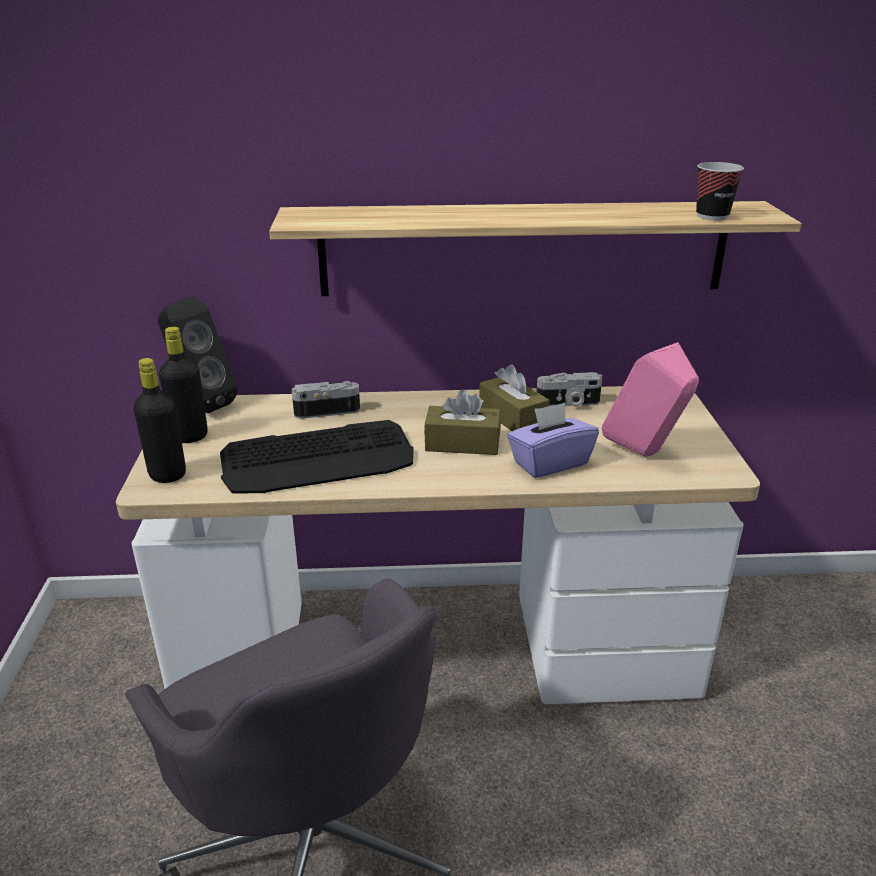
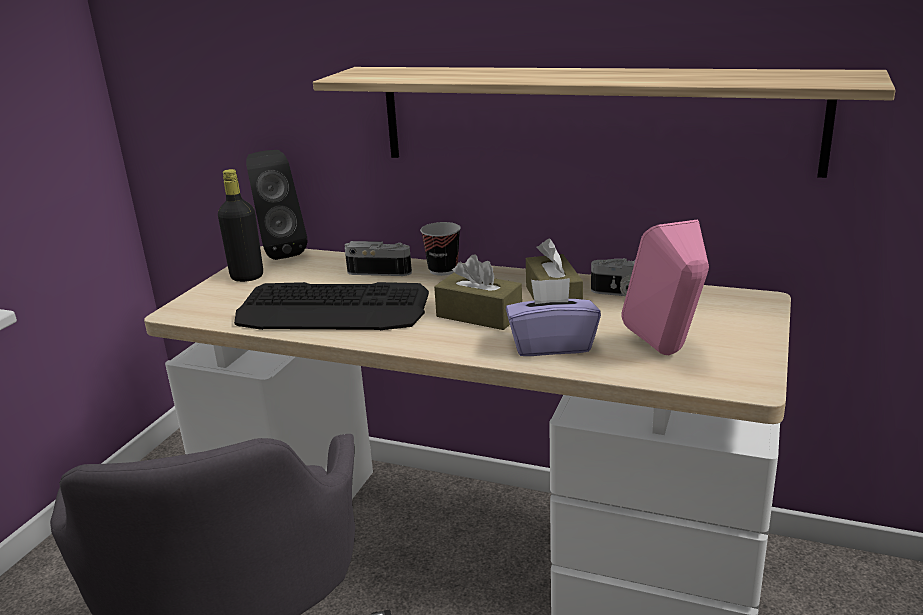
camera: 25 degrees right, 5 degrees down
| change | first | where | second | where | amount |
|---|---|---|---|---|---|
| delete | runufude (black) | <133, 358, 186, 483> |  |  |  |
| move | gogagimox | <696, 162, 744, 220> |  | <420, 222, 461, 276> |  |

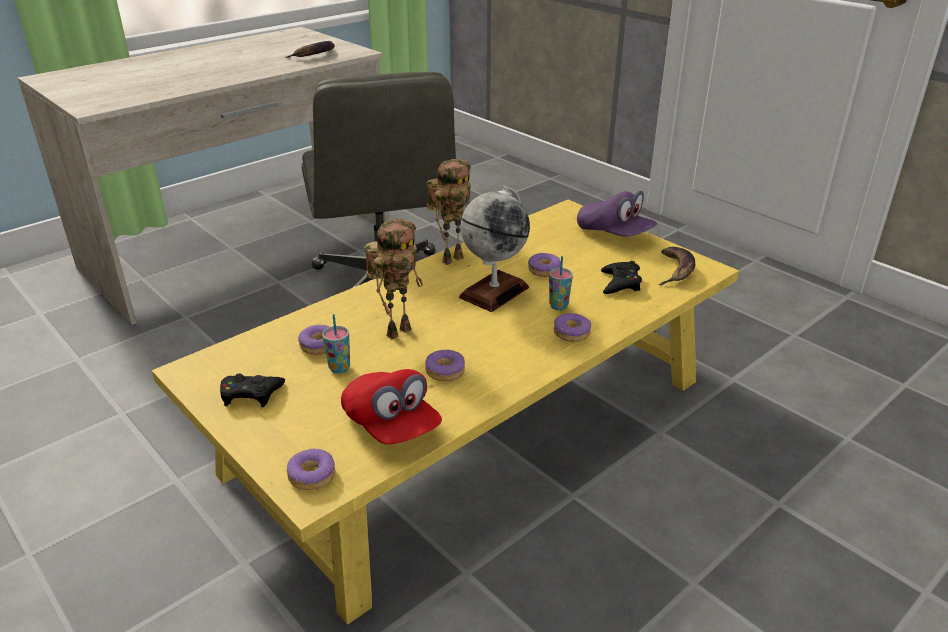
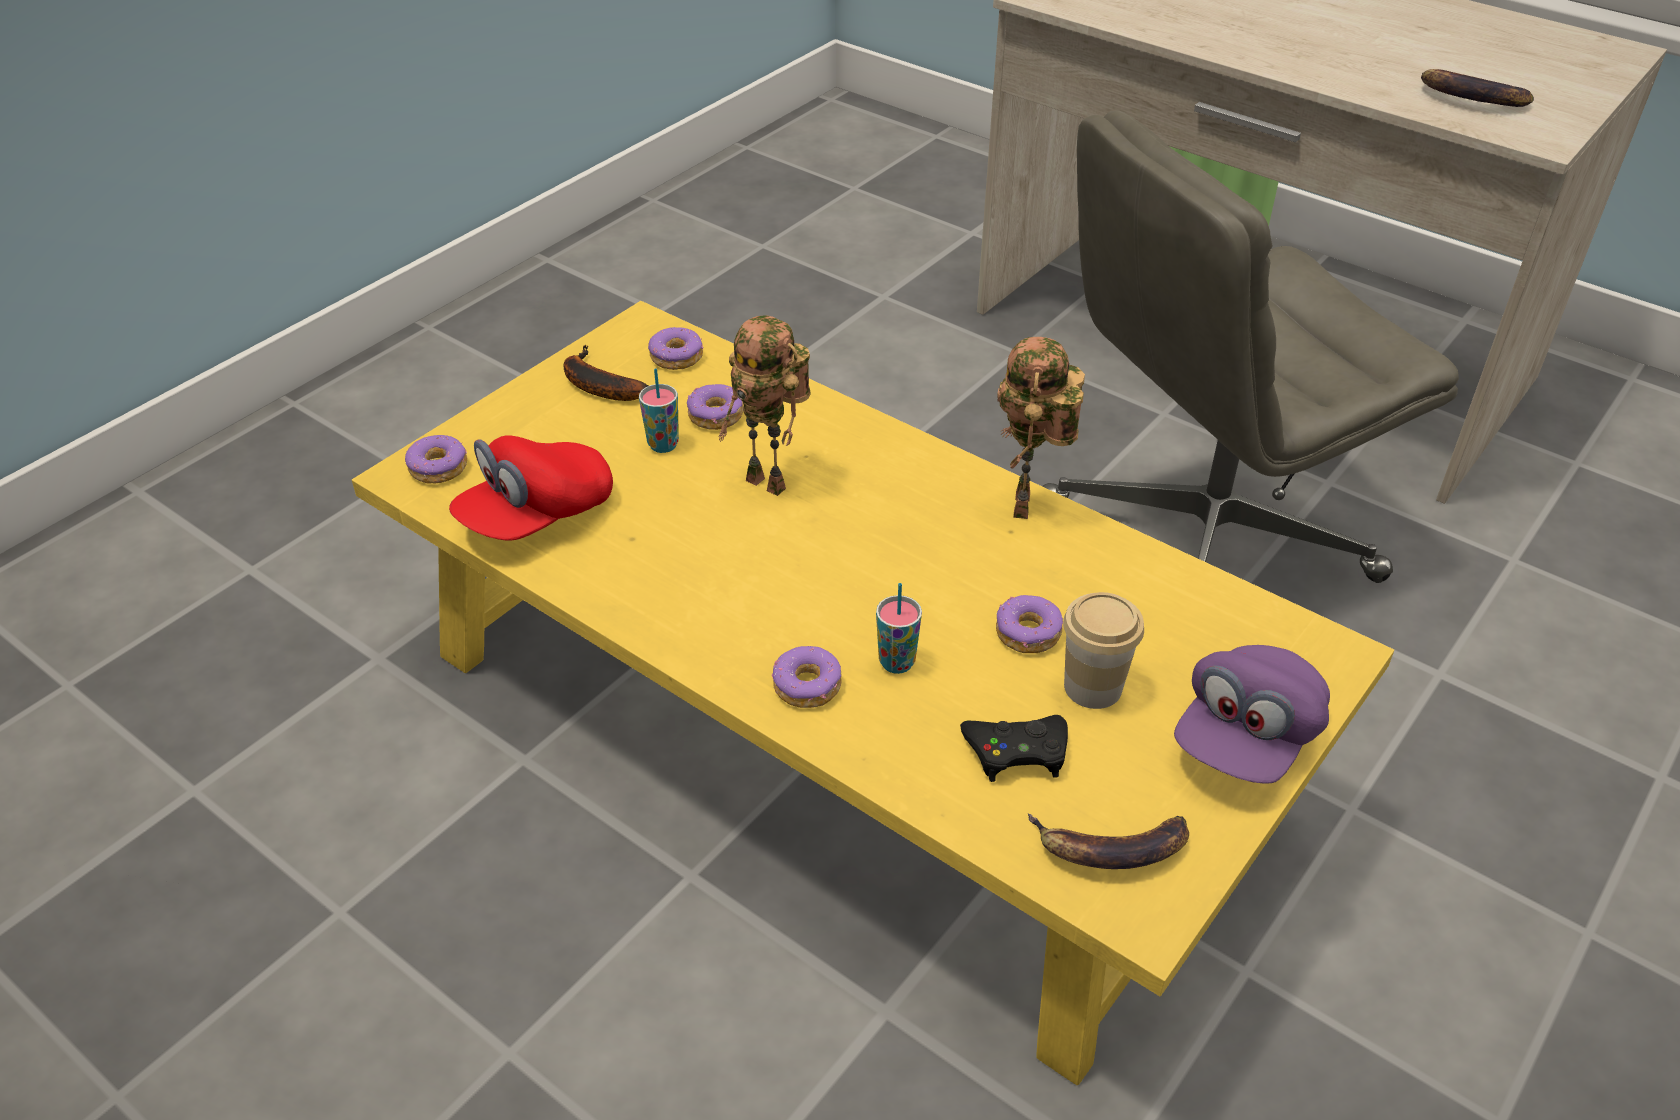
camera: 80 degrees right, 10 degrees up
| change | first | where | second | where | amount |
|---|---|---|---|---|---|
| replace | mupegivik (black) | <220, 373, 285, 407> | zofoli | <564, 345, 648, 401> |  |
| move | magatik | <425, 350, 465, 381> |  | <648, 327, 704, 370> |  |
| rotate | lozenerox | <426, 159, 471, 265> |  | <998, 337, 1085, 519> | 60 degrees clockwise |
| delete | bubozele | <459, 186, 530, 312> |  |  |  |
| insert |  |  | gogagimox | <1063, 592, 1144, 709> |  |

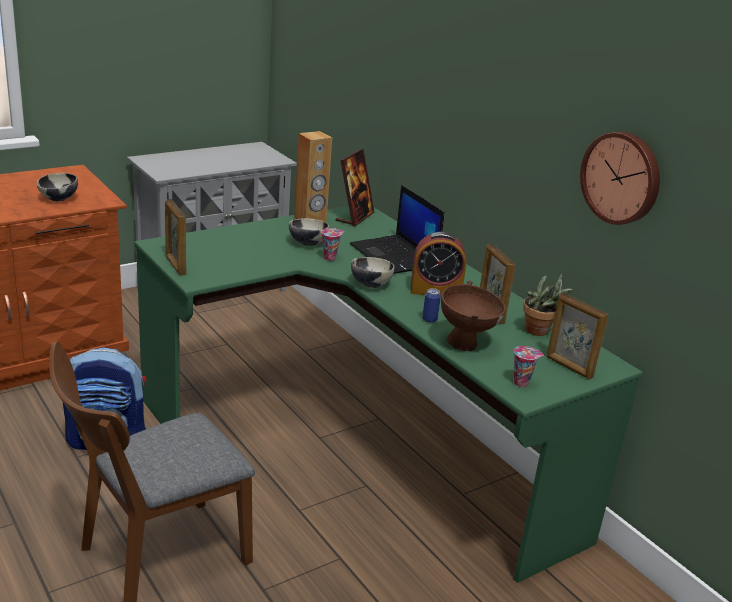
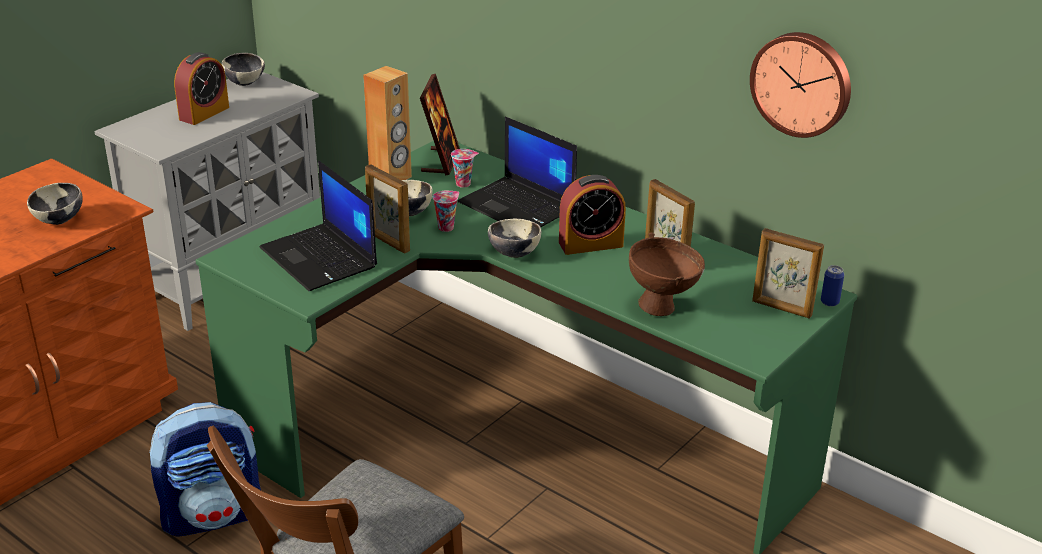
camera: 15 degrees left, 5 degrees up
| change | first | where | second | where | amount |
|---|---|---|---|---|---|
| move | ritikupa | <165, 199, 186, 276> |  | <365, 164, 410, 254> |  |
| move | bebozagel | <422, 288, 441, 323> |  | <821, 265, 844, 307> |  |
| move | gogagimox | <513, 346, 544, 387> |  | <451, 149, 479, 188> |  |
| delete | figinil | <523, 274, 573, 336> |  |  |  |
| insert |  |  | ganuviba | <174, 52, 229, 125> |  |
| insert |  |  | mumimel | <222, 53, 265, 86> |  |
| insert |  |  | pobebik | <260, 161, 377, 291> |  |

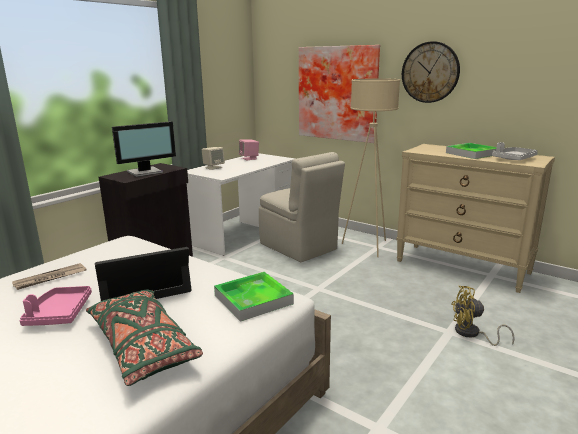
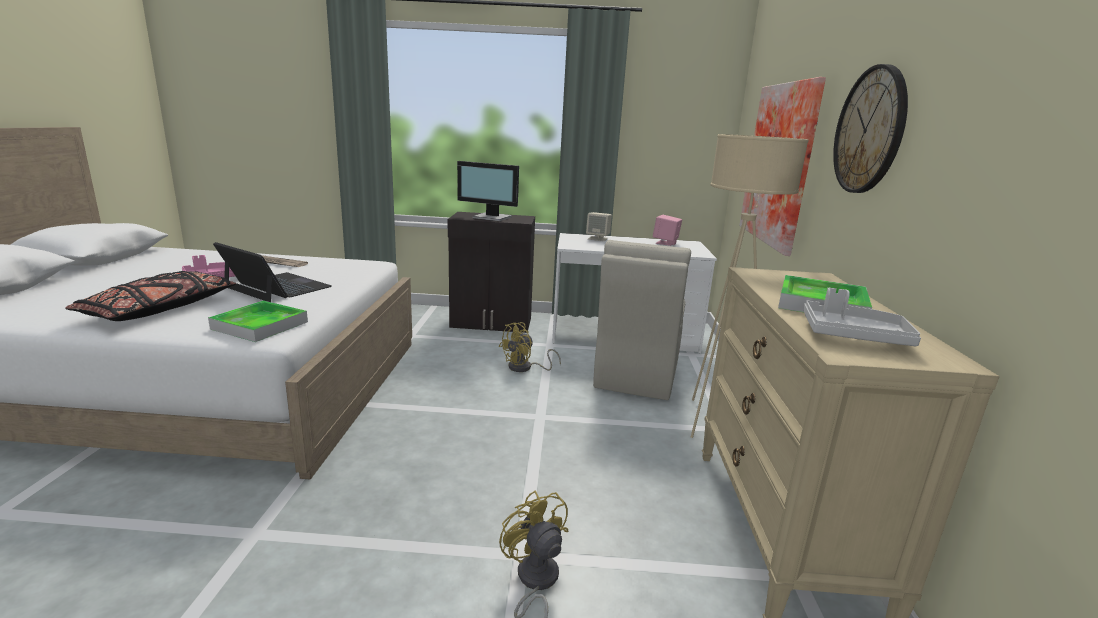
camera: 55 degrees right, 0 degrees up
| change | first | where | second | where | amount |
|---|---|---|---|---|---|
| recolor | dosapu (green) | <86, 290, 203, 386> | dosapu (black) | <65, 271, 236, 321> |  |
| insert |  |  | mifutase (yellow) | <499, 322, 561, 372> |  |

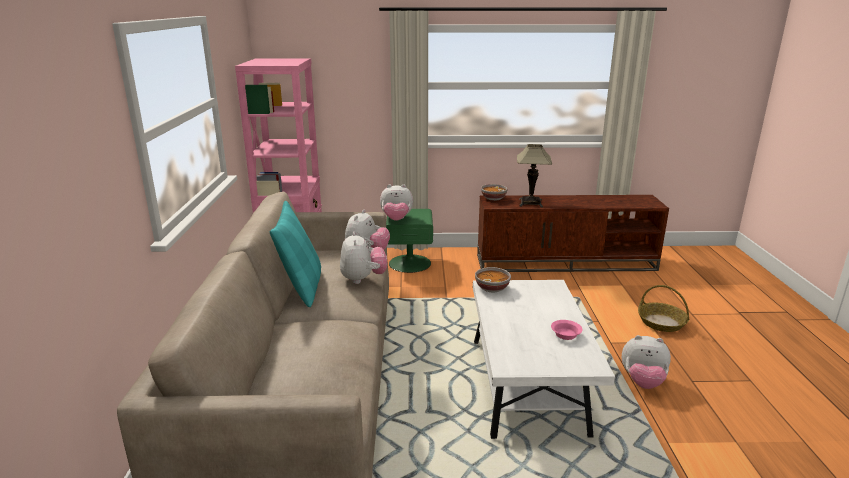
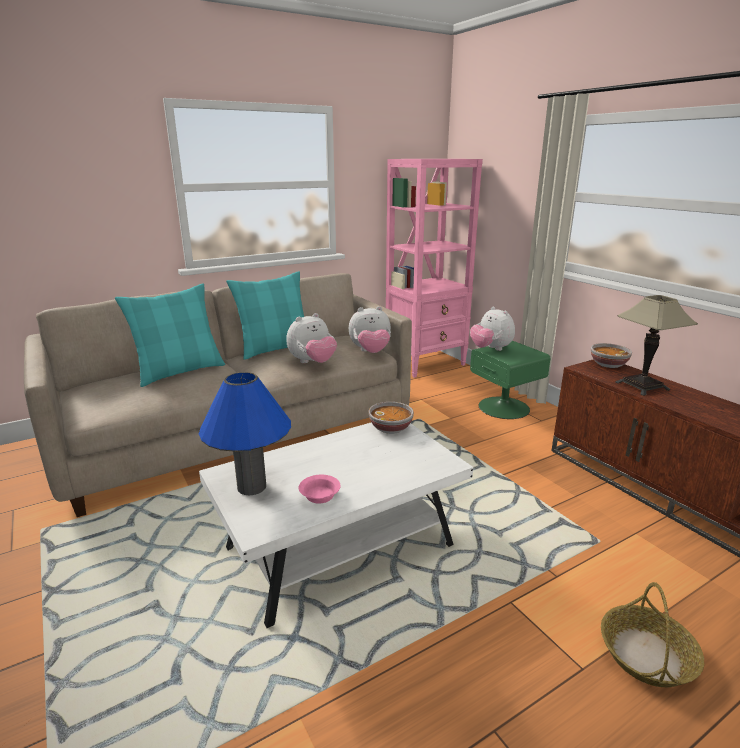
camera: 60 degrees right, 0 degrees up
| change | first | where | second | where | amount |
|---|---|---|---|---|---|
| delete | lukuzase | <622, 335, 671, 389> |  |  |  |
| insert |  |  | dosapu (turquoise) | <115, 283, 225, 387> |  |
| insert |  |  | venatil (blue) | <199, 372, 291, 495> |  |

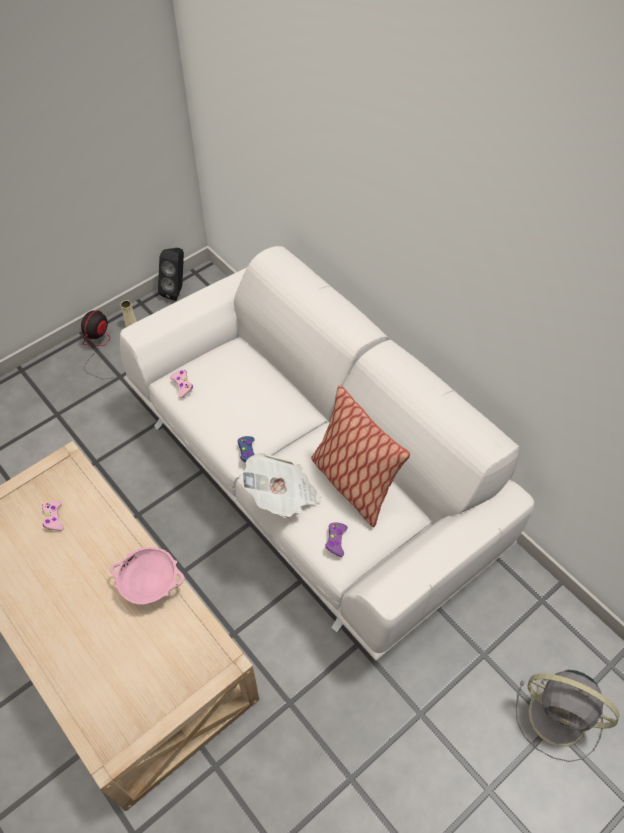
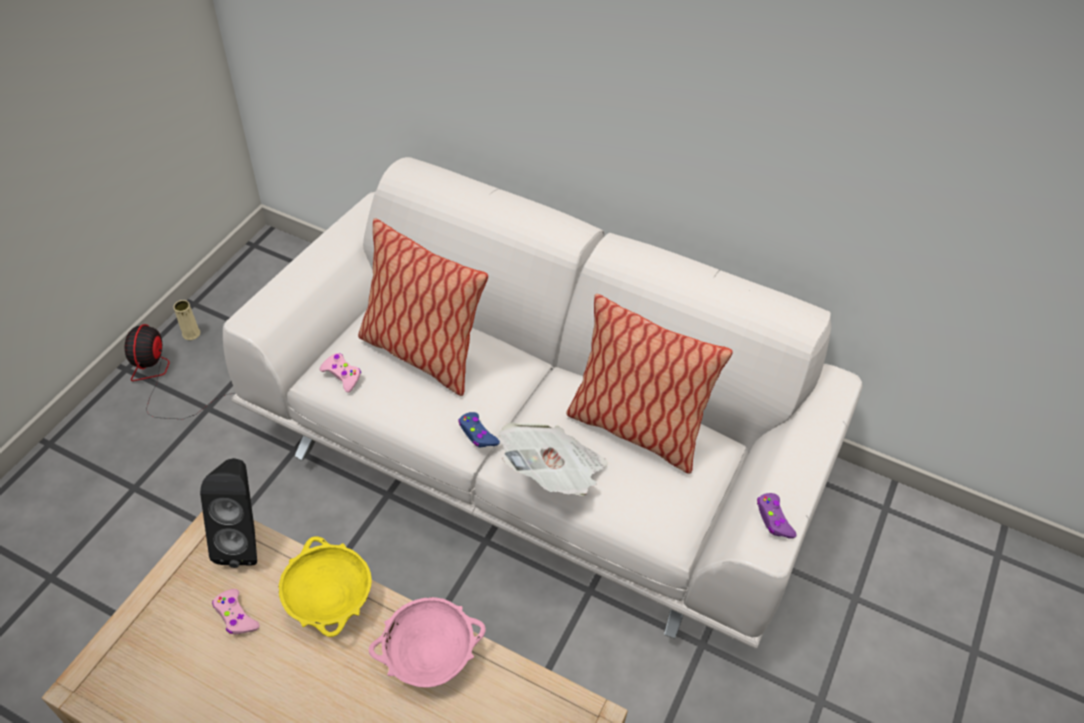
camera: 25 degrees left, 5 degrees down
| change | first | where | second | where | amount |
|---|---|---|---|---|---|
| move | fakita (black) | <158, 248, 184, 301> |  | <200, 458, 257, 568> |  |
| move | mupegivik (purple) | <325, 523, 348, 557> |  | <757, 493, 797, 539> |  |
| delete | mifutase (grey) | <516, 670, 620, 762> |  |  |  |
| insert |  |  | mumimel (yellow) | <279, 536, 372, 637> |  |
| insert |  |  | dosapu | <358, 218, 488, 396> |  |

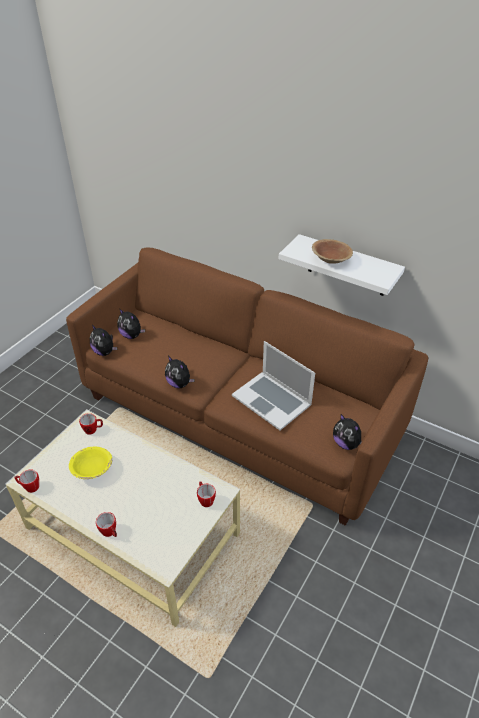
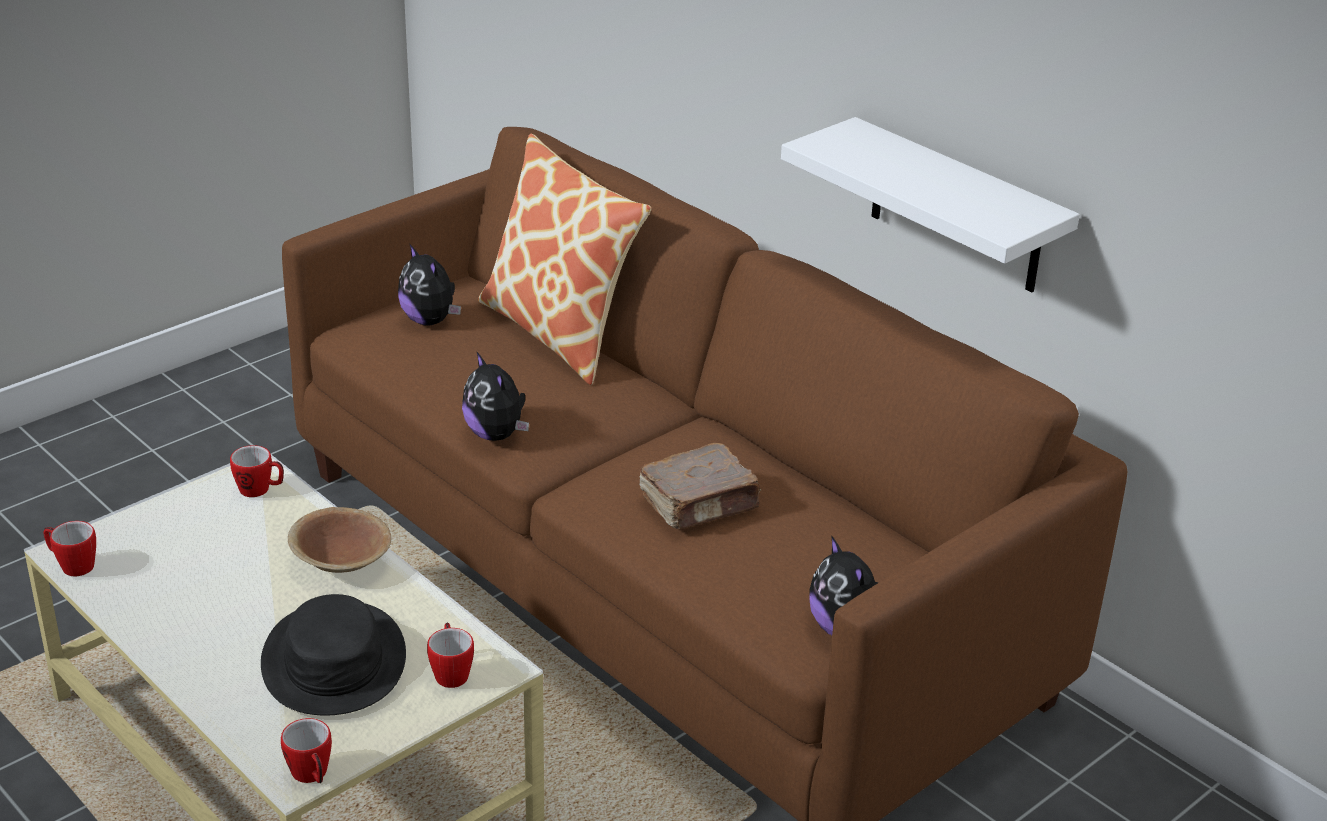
camera: 15 degrees right, 10 degrees down
| change | first | where | second | where | amount |
|---|---|---|---|---|---|
| delete | mumimel (yellow) | <69, 447, 112, 479> |  |  |  |
| delete | lukuzase | <90, 325, 117, 356> |  |  |  |
| move | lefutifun | <96, 512, 117, 537> |  | <281, 718, 332, 783> |  |
| replace | pobebik | <232, 341, 315, 430> | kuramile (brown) | <639, 443, 762, 529> |  |
| move | mumimel (brown) | <312, 239, 353, 264> |  | <288, 507, 391, 573> |  |
| insert |  |  | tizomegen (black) | <261, 594, 406, 716> |  |
| insert |  |  | dosapu | <478, 133, 651, 385> |  |

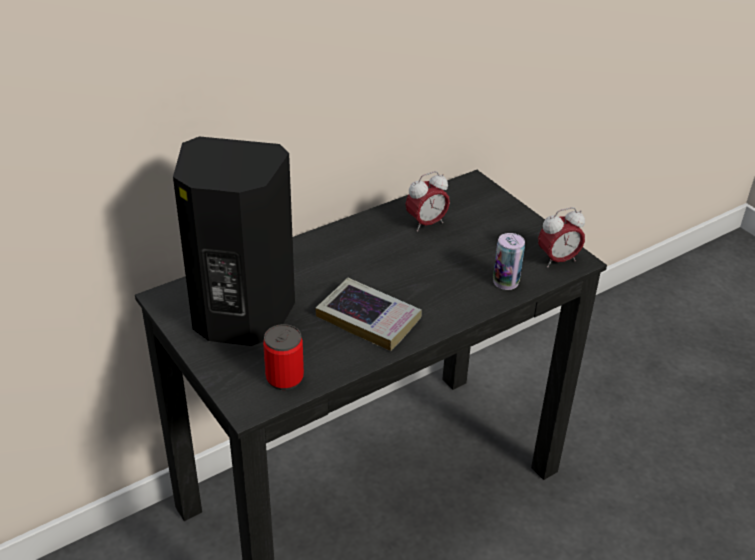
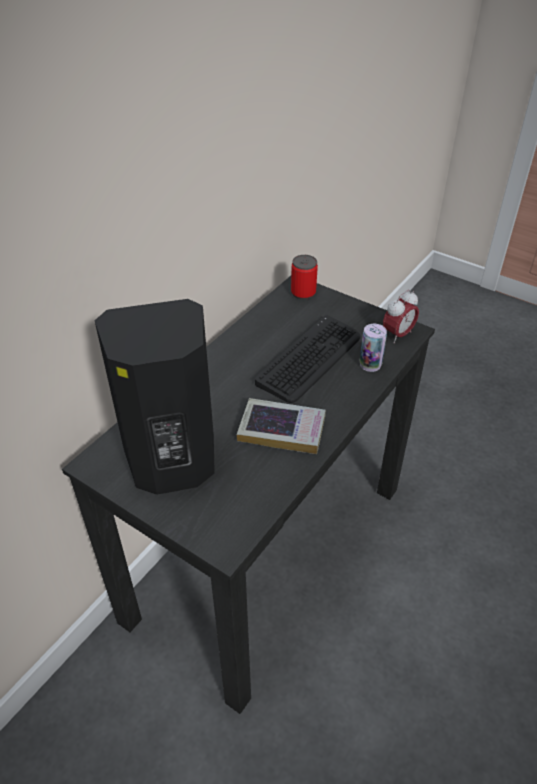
camera: 20 degrees left, 5 degrees up
| change | first | where | second | where | amount |
|---|---|---|---|---|---|
| move | bebozagel | <263, 324, 304, 390> |  | <291, 255, 318, 300> |  |
| delete | ganuviba | <406, 171, 450, 232> |  |  |  |
| insert |  |  | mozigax | <255, 315, 360, 403> |  |

